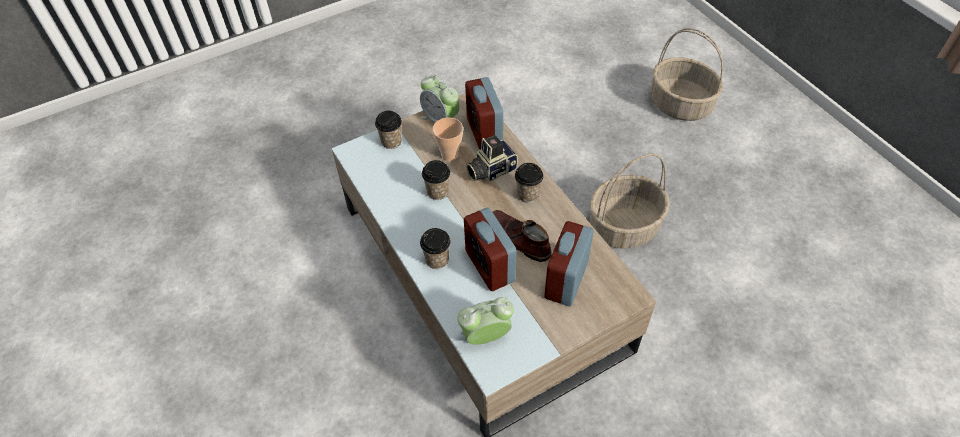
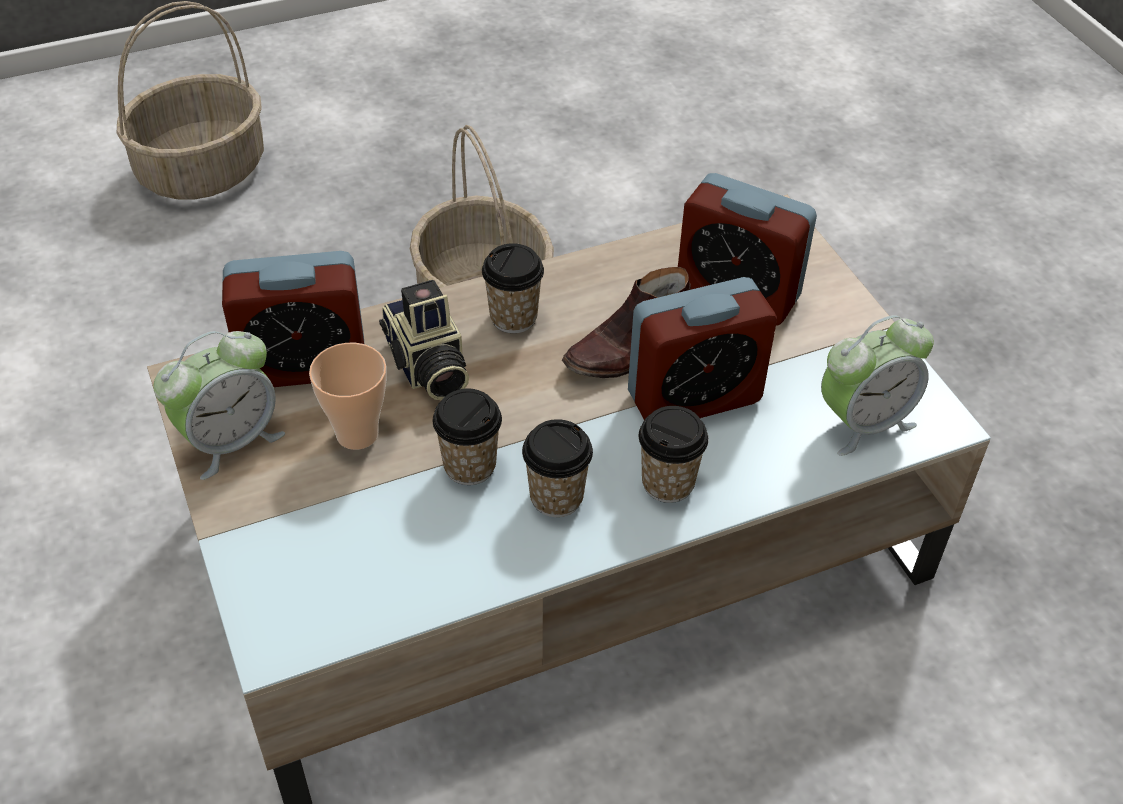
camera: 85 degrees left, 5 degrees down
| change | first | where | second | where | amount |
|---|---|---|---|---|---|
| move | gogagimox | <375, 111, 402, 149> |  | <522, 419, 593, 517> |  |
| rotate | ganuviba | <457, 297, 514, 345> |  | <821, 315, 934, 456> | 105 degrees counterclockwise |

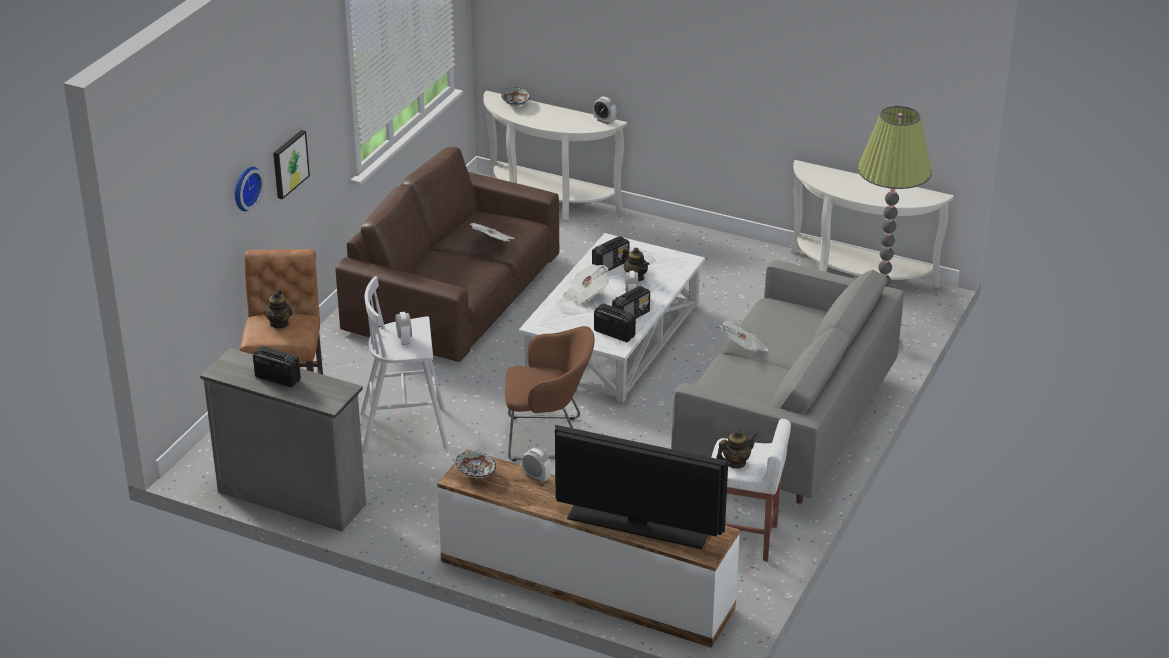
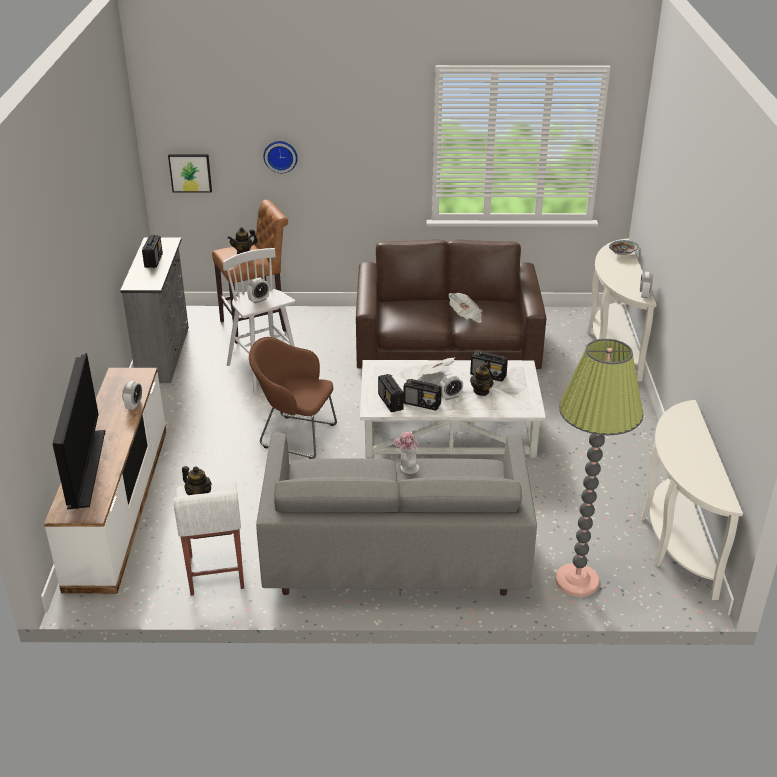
camera: 65 degrees right, 0 degrees up
| change | first | where | second | where | amount |
|---|---|---|---|---|---|
| move | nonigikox | <273, 130, 310, 199> |  | <168, 154, 212, 193> |  |
| delete | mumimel | <455, 451, 496, 478> |  |  |  |
| rotate | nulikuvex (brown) | <505, 326, 594, 461> |  | <249, 337, 337, 459> | 135 degrees clockwise |
| rotate | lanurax | <594, 303, 636, 342> |  | <378, 374, 404, 412> | 150 degrees clockwise |
| replace | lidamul | <720, 321, 768, 352> | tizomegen | <394, 432, 419, 474> |  |

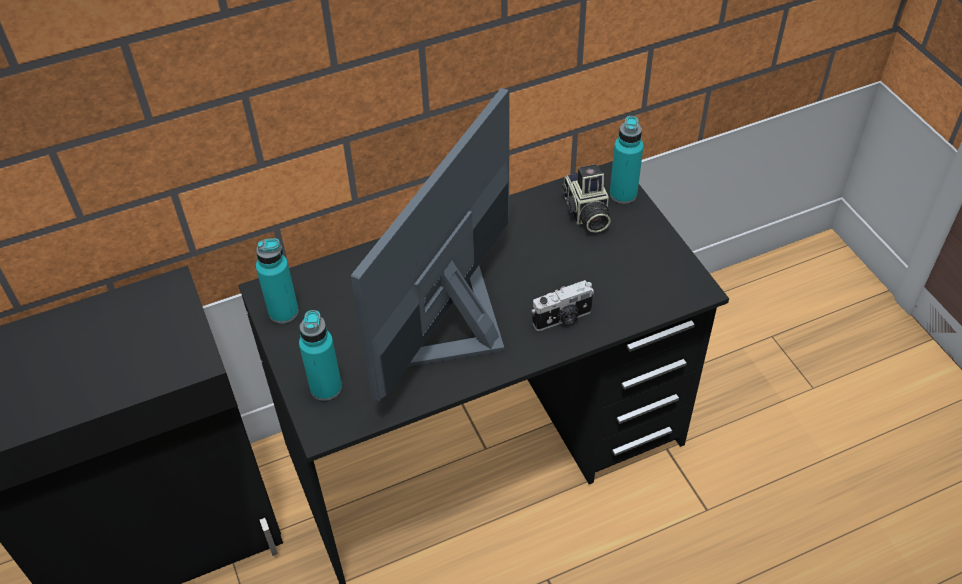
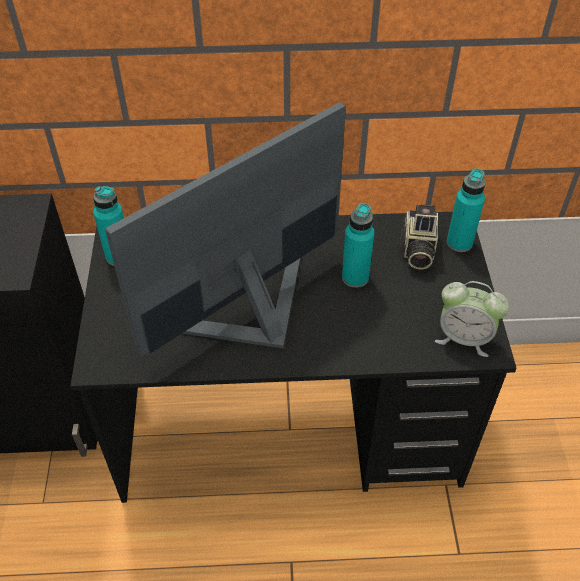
camera: 20 degrees right, 0 degrees up
| change | first | where | second | where | amount |
|---|---|---|---|---|---|
| move | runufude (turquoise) | <299, 310, 342, 401> |  | <342, 203, 374, 288> |  |
| delete | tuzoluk | <532, 280, 594, 331> |  |  |  |
| insert |  |  | ganuviba | <435, 281, 509, 357> |  |

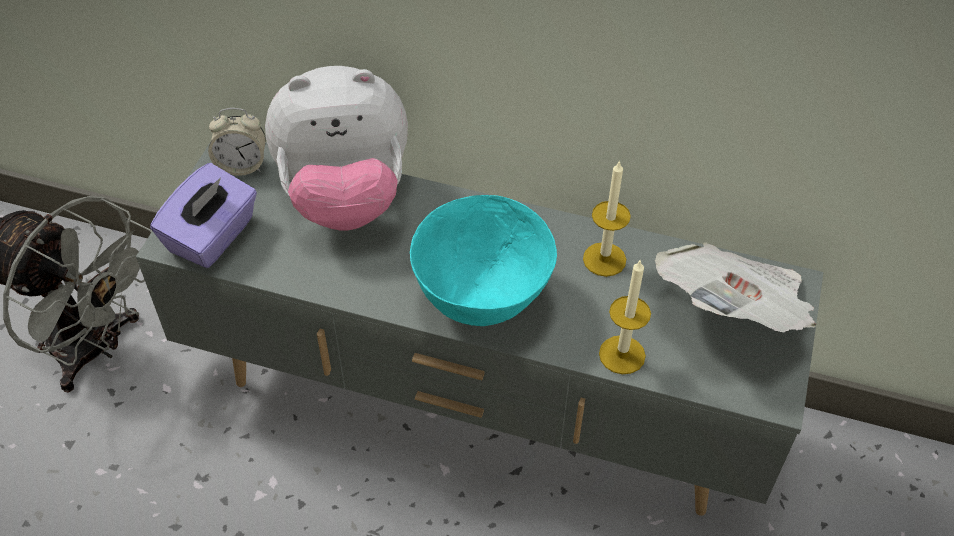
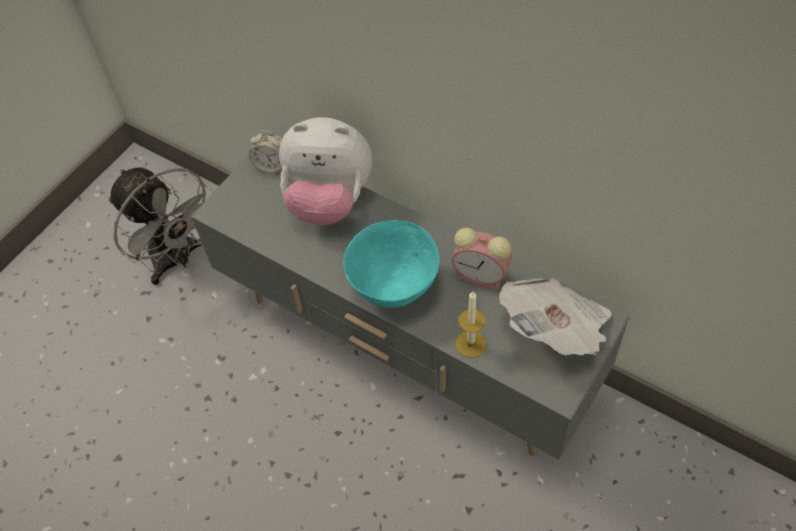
camera: 20 degrees right, 5 degrees up
| change | first | where | second | where | amount |
|---|---|---|---|---|---|
| delete | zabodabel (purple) | <150, 163, 257, 268> |  |  |  |
| replace | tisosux | <583, 160, 631, 277> | ganuviba | <451, 227, 512, 291> |  |

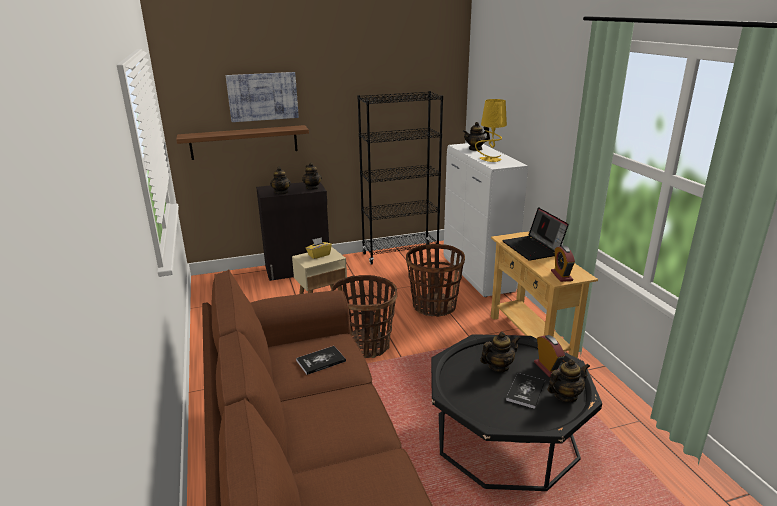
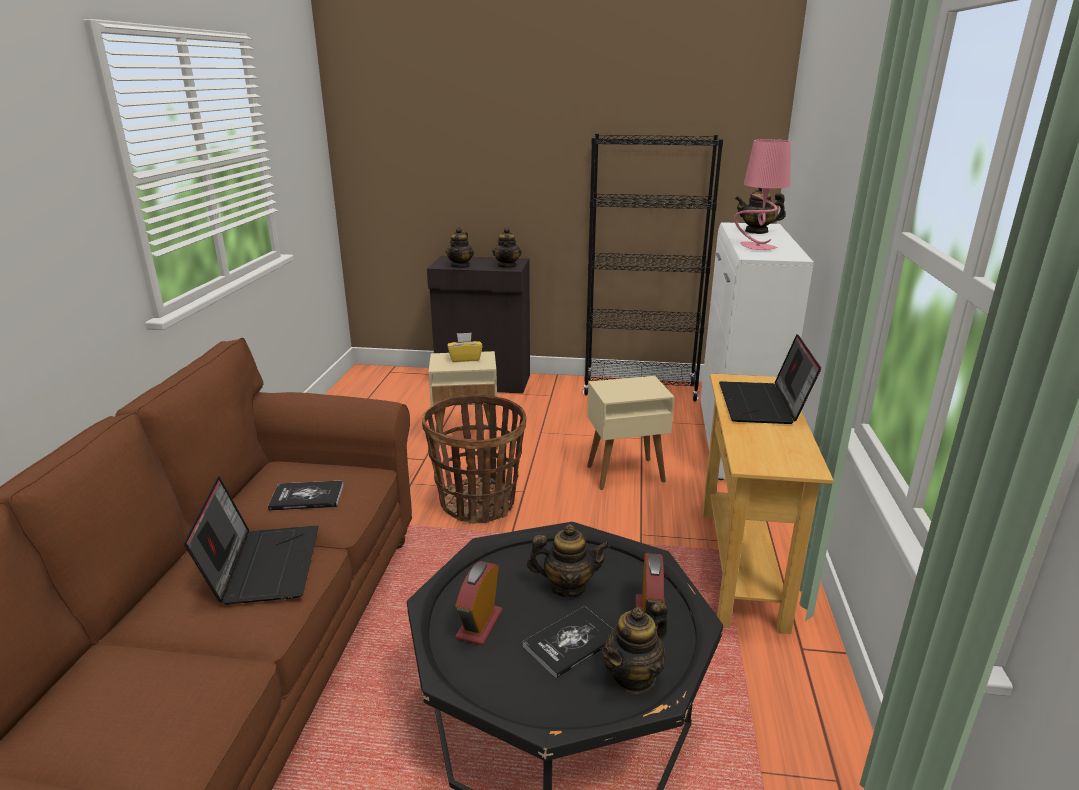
camera: 25 degrees right, 0 degrees up
| change | first | where | second | where | amount |
|---|---|---|---|---|---|
| delete | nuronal | <176, 125, 309, 160> |  |  |  |
| delete | nonigikox | <226, 72, 299, 122> |  |  |  |
| replace | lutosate | <406, 244, 465, 317> | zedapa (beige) | <587, 376, 674, 490> |  |
| recolor | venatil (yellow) | <475, 99, 507, 162> | venatil (pink) | <734, 139, 791, 250> |  |
| rotate | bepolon | <547, 359, 590, 403> |  | <602, 602, 668, 694> | 135 degrees clockwise |
| move | ganuviba | <551, 246, 575, 282> |  | <455, 561, 503, 646> |  |
| insert |  |  | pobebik | <184, 476, 319, 605> |  |

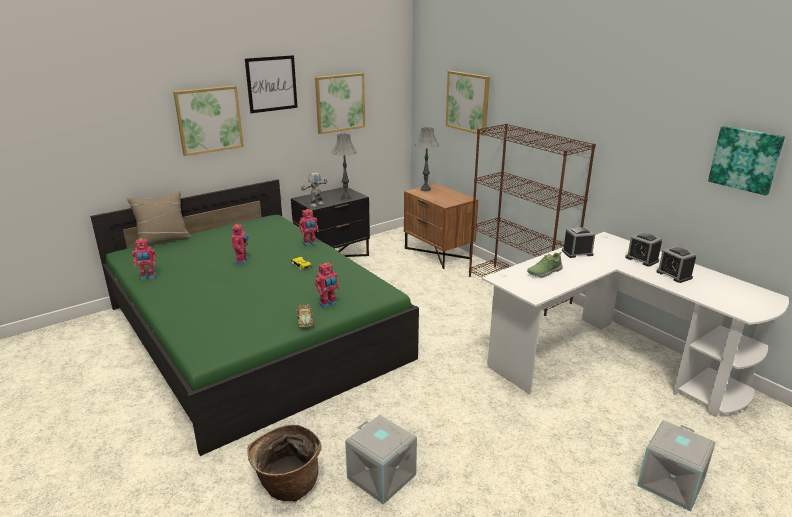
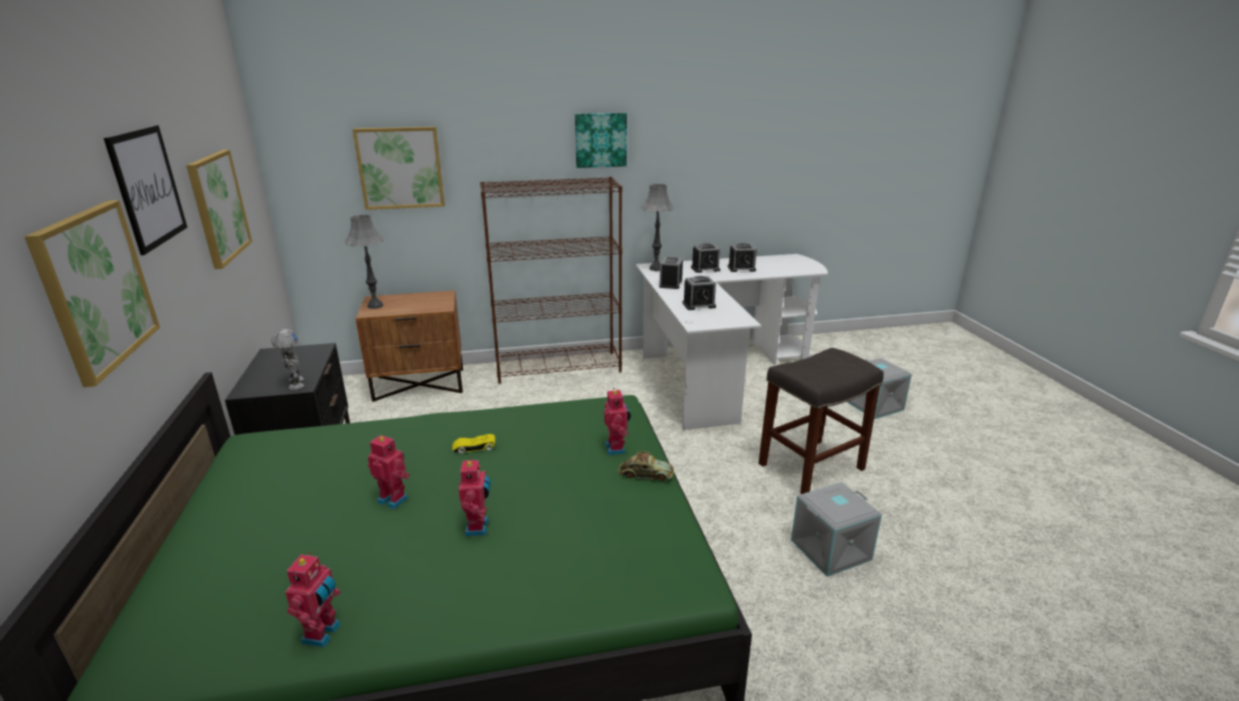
camera: 65 degrees left, 0 degrees up
| change | first | where | second | where | amount |
|---|---|---|---|---|---|
| delete | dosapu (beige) | <127, 191, 191, 246> |  |  |  |
| delete | lutosate | <247, 425, 321, 501> |  |  |  |
| move | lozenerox | <299, 209, 319, 247> |  | <458, 457, 491, 536> |  |
| move | venatil (grey) | <331, 133, 357, 200> |  | <641, 184, 675, 271> |  |
| replace | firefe | <527, 252, 563, 278> | ganuviba | <682, 276, 716, 310> |  |
| move | nonigikox | <708, 126, 785, 195> |  | <575, 113, 627, 168> |  |
| insert |  |  | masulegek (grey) | <759, 348, 884, 494> |  |

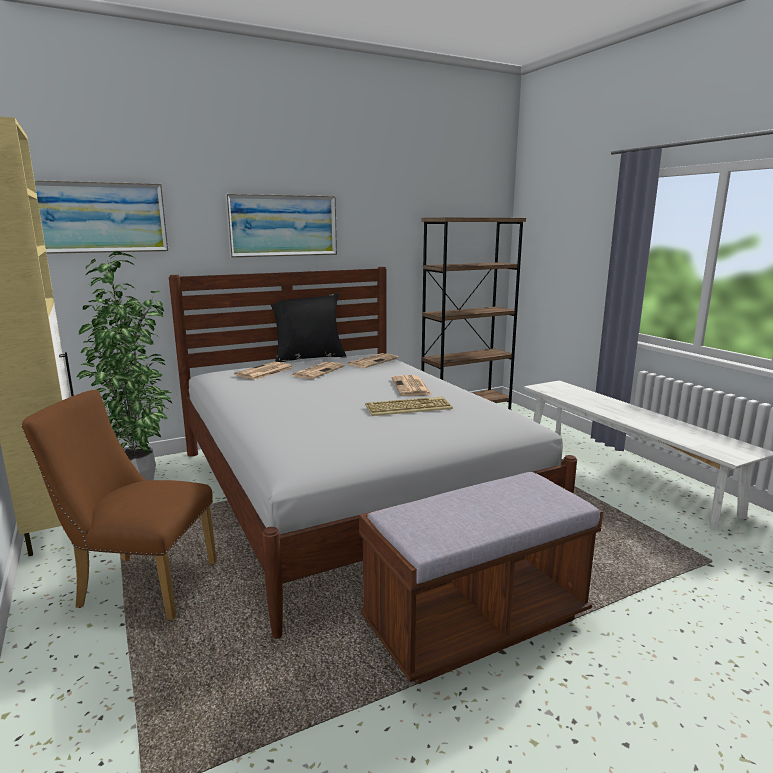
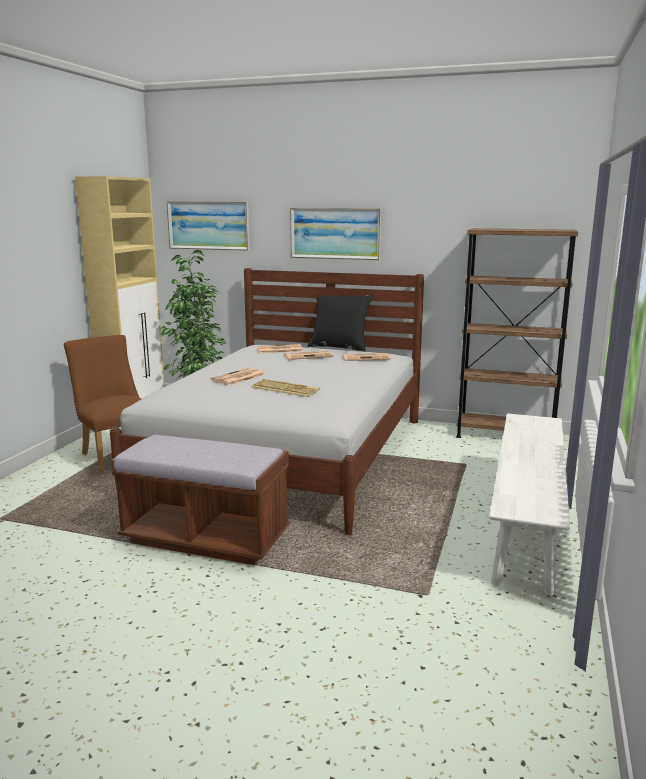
camera: 45 degrees right, 0 degrees up
| change | first | where | second | where | amount |
|---|---|---|---|---|---|
| move | lidamul | <392, 375, 432, 396> |  | <211, 368, 266, 385> |  |

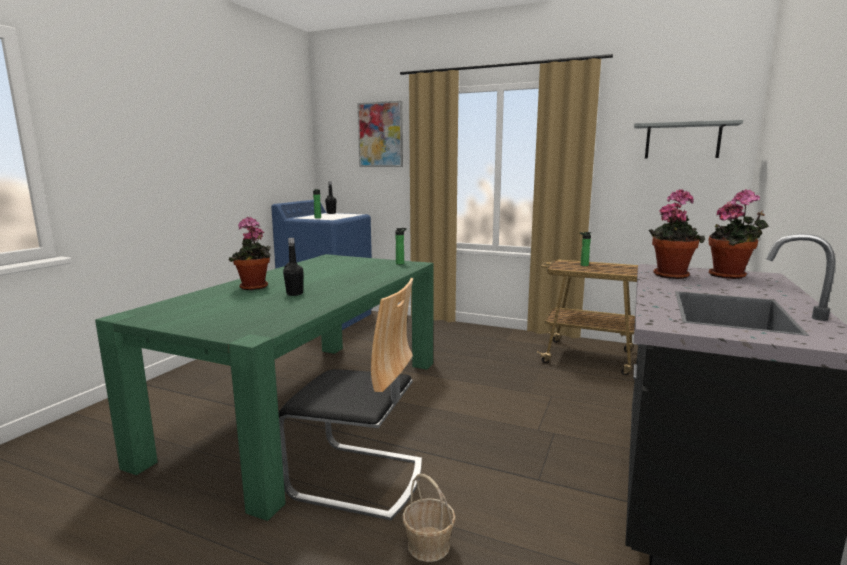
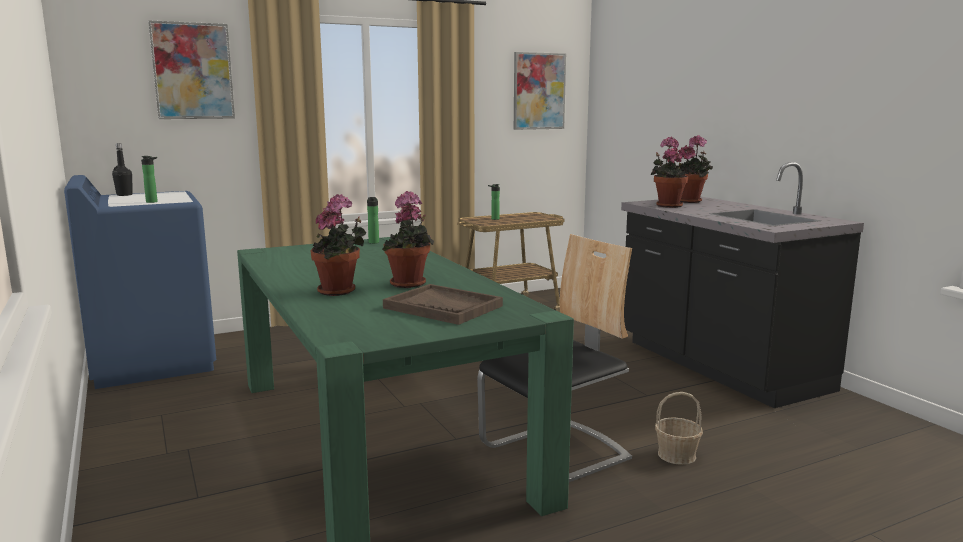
camera: 50 degrees left, 0 degrees up
| change | first | where | second | where | amount |
|---|---|---|---|---|---|
| replace | runufude (black) | <283, 238, 304, 296> | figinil | <382, 191, 434, 288> |  |
| replace | nuronal (grey) | <634, 120, 743, 158> | nonigikox | <514, 52, 566, 130> |  |
| insert |  |  | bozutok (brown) | <383, 284, 503, 325> |  |

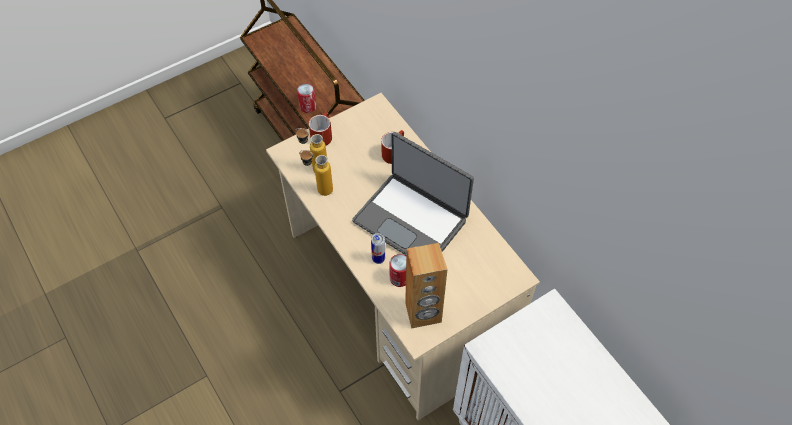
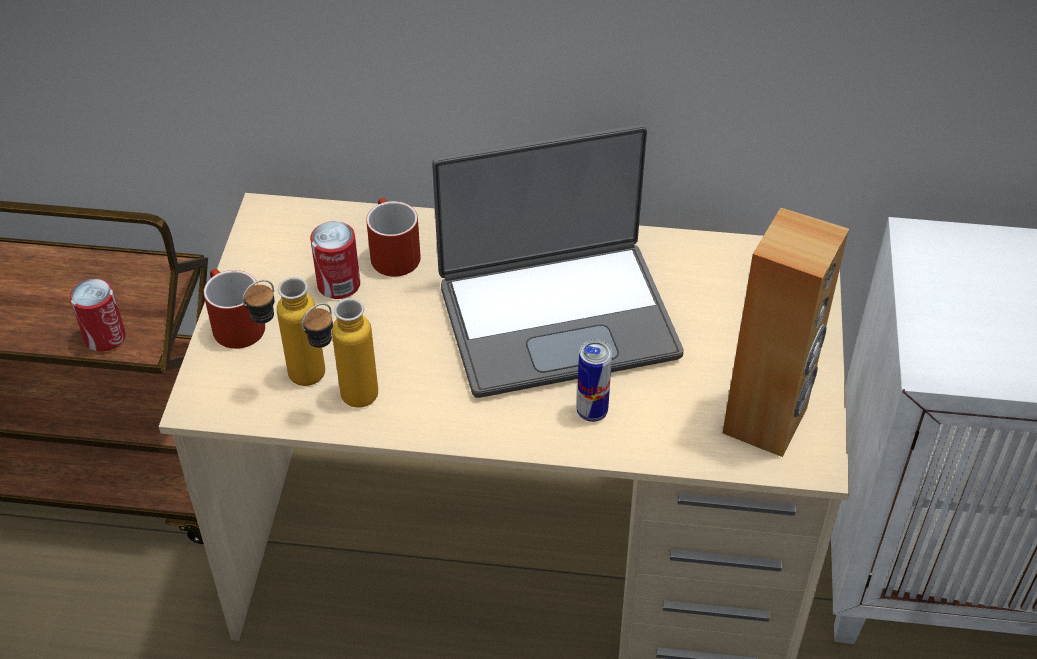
camera: 50 degrees left, 10 degrees down
| change | first | where | second | where | amount |
|---|---|---|---|---|---|
| move | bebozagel | <389, 254, 406, 287> |  | <310, 221, 360, 299> |  |

